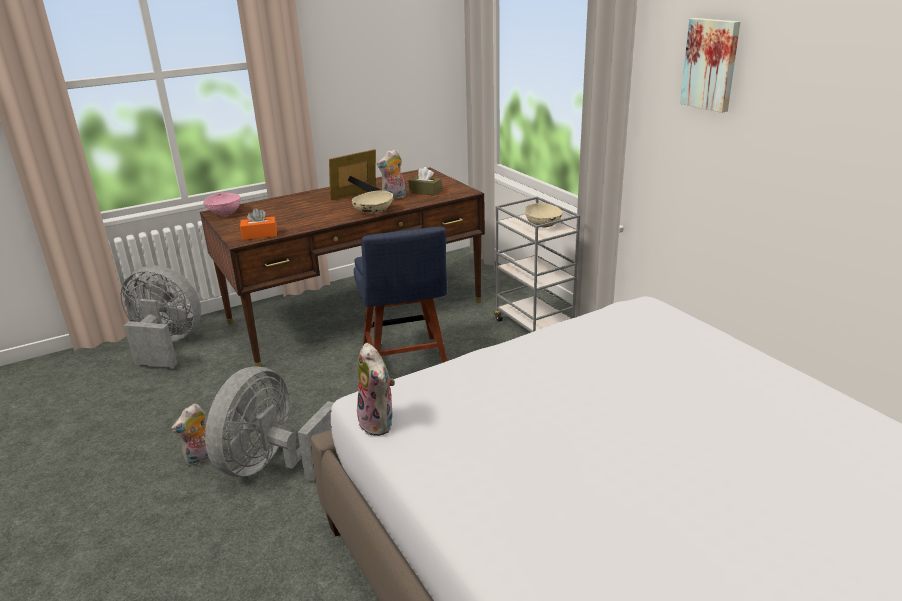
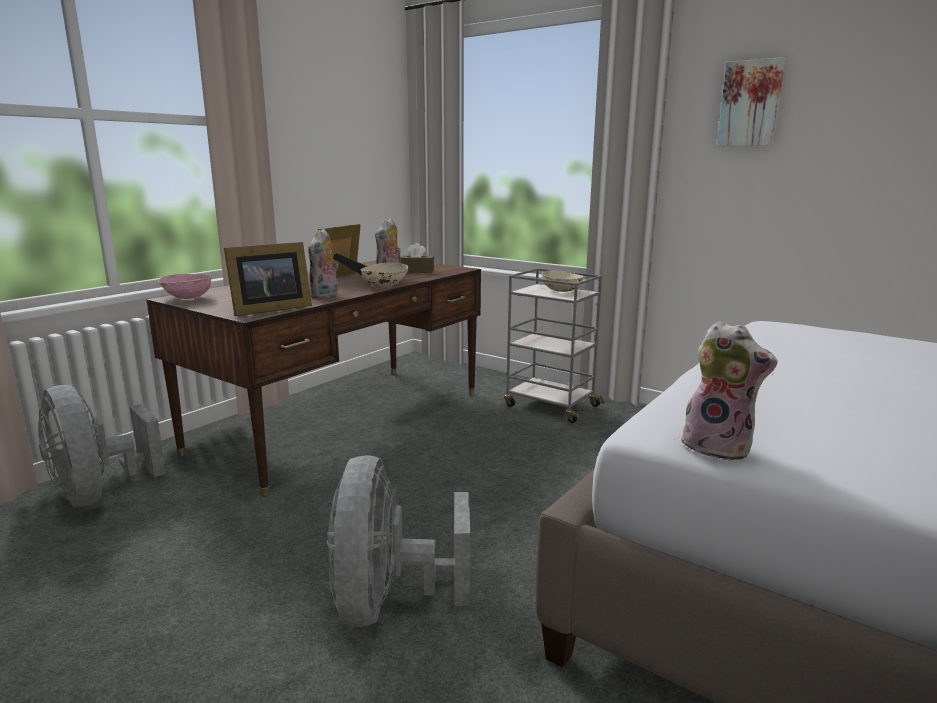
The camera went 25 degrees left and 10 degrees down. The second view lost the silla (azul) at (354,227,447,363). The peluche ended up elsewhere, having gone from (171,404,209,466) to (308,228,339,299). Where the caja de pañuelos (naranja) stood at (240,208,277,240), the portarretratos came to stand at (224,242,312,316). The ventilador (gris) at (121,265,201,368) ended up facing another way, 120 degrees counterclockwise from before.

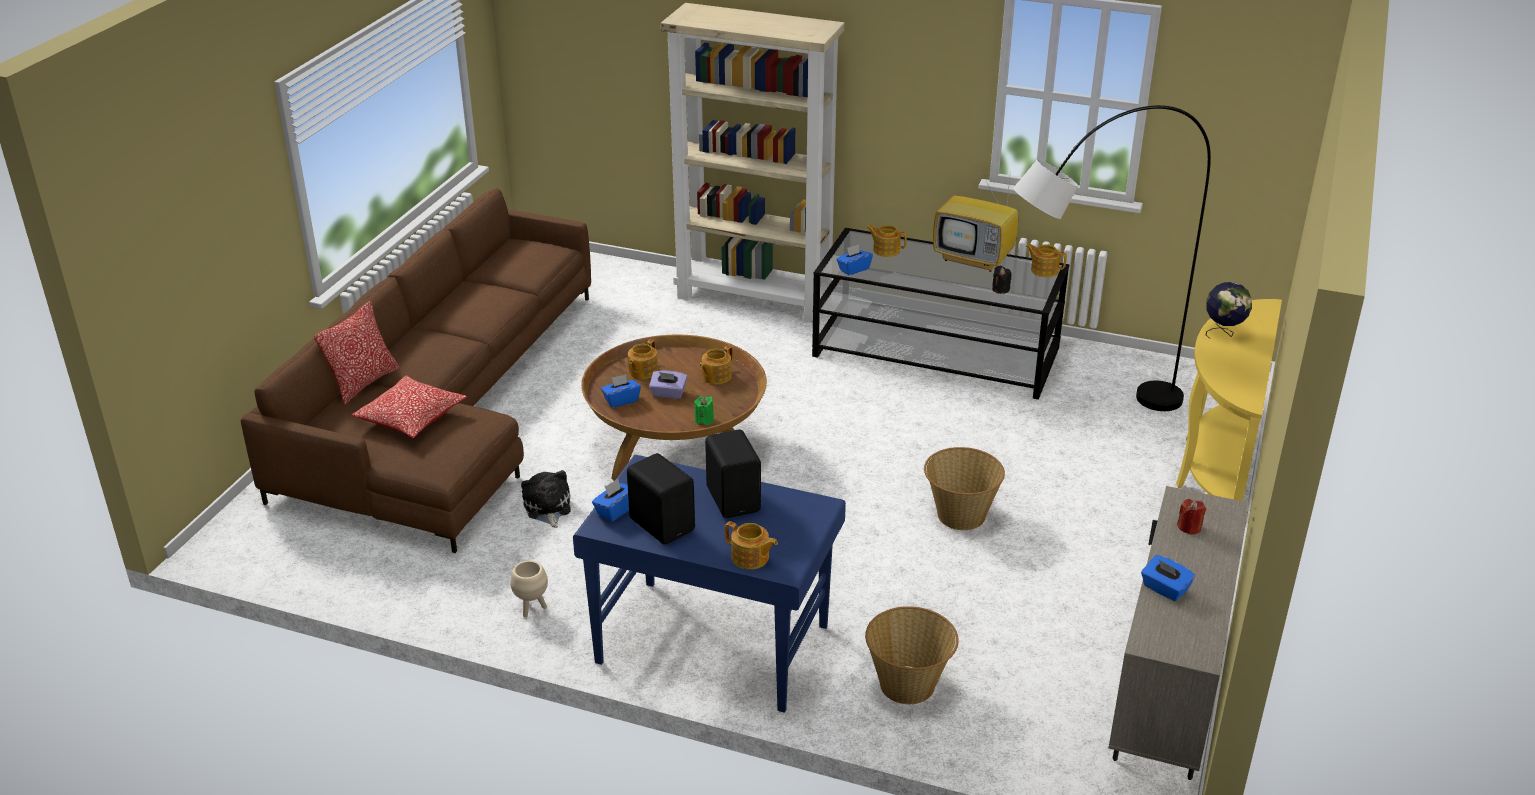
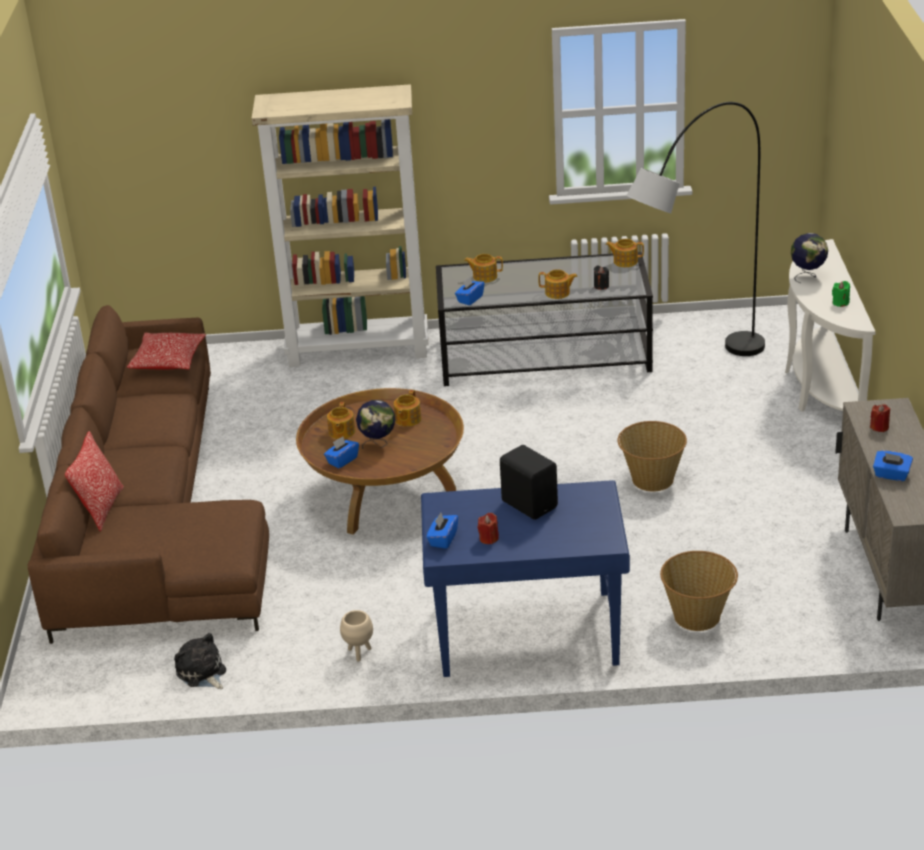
The camera went 20 degrees left and 0 degrees up. The second view lost the televisor at (933,169,1018,272). The cojín ended up elsewhere, having gone from (352,376,467,438) to (127,333,206,370). The peluche ended up elsewhere, having gone from (521,470,571,528) to (174,633,226,689). The vela (verde) ended up elsewhere, having gone from (694,396,714,425) to (832,281,850,307). The tetera ended up elsewhere, having gone from (725,521,778,569) to (538,269,578,299). Where the altavoz (negro) stood at (627,453,695,545), the vela (rojo) came to stand at (478,513,499,544). Where the caja de pañuelos (morado) stood at (649,371,687,399), the globo terráqueo came to stand at (356,400,395,449). What was the mesa consola (amarillo) at (1176,299,1282,501) turned into the mesa consola (blanco) at (785,239,876,411).

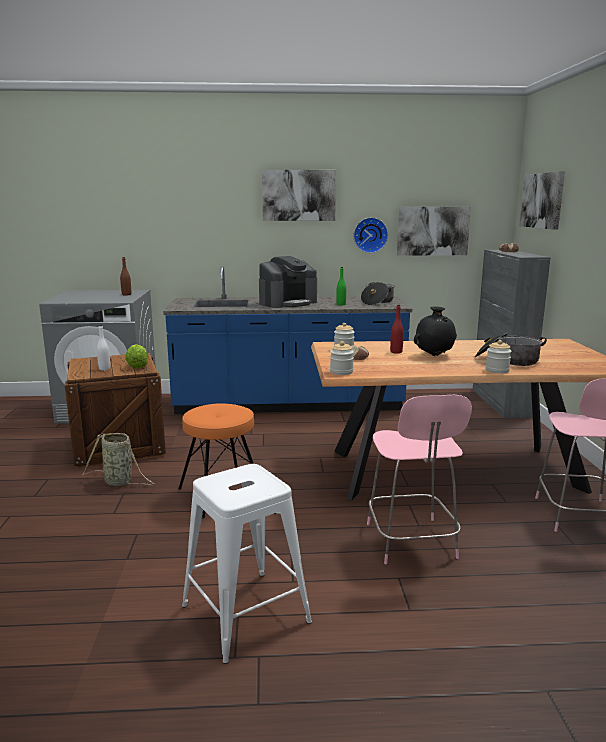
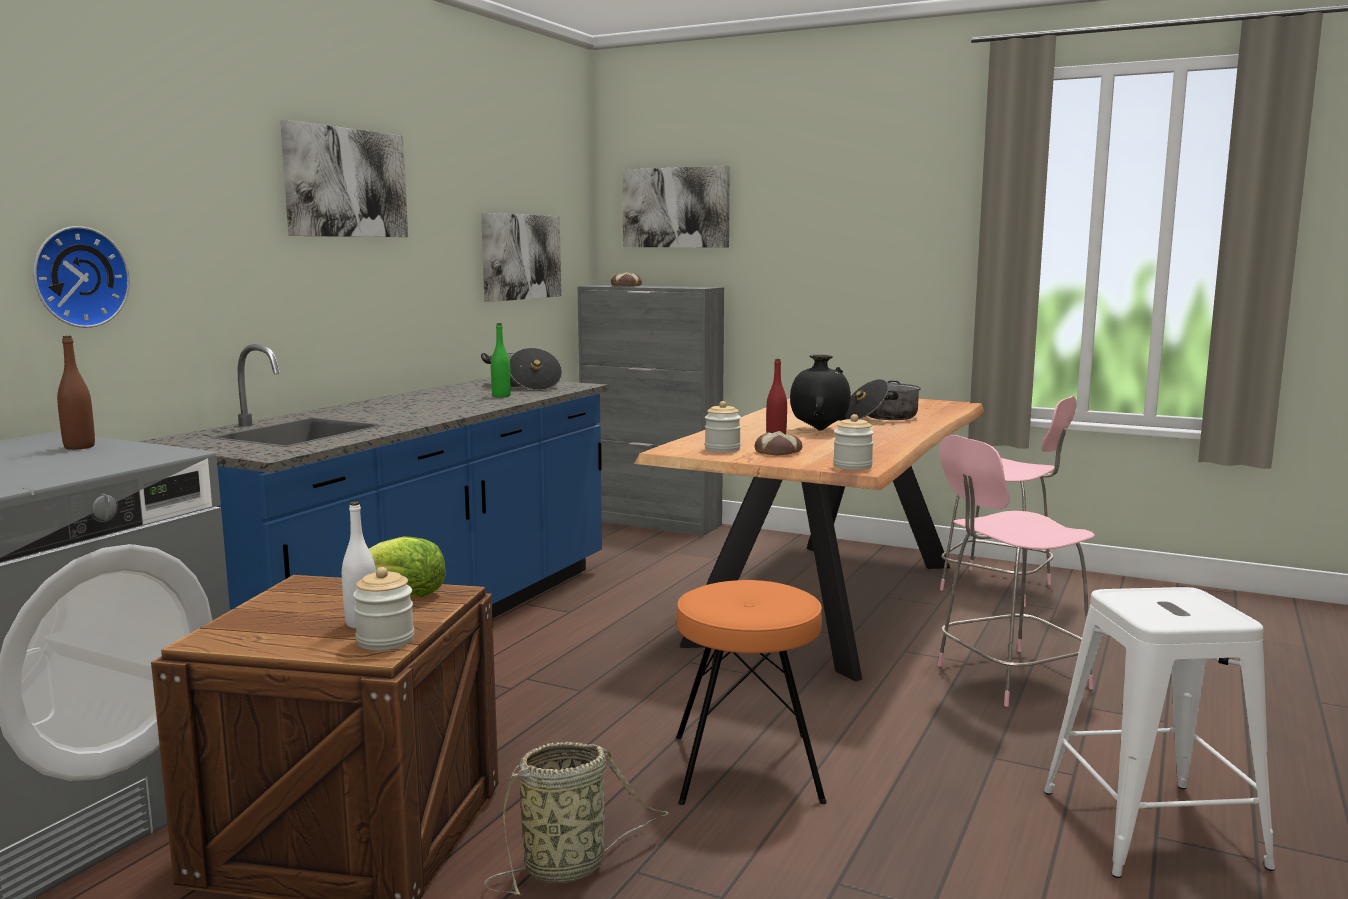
The camera went 60 degrees left and 5 degrees down. The second view lost the cafetera at (259,256,317,308). The reloj de pared ended up elsewhere, having gone from (353,217,388,253) to (33,226,130,328). The tarro ended up elsewhere, having gone from (486,340,512,373) to (353,567,414,651). The silla (rosa) at (367,395,472,564) ended up facing another way, 135 degrees clockwise from before.

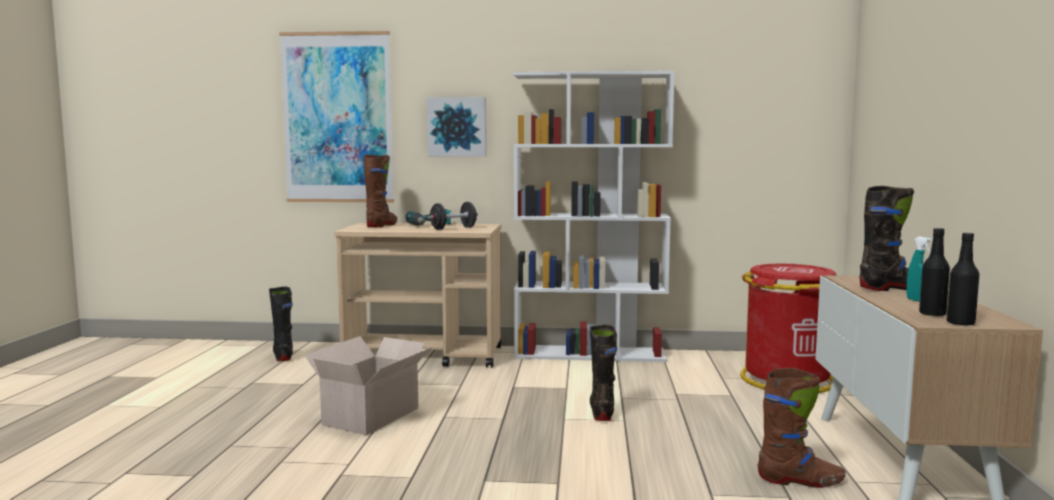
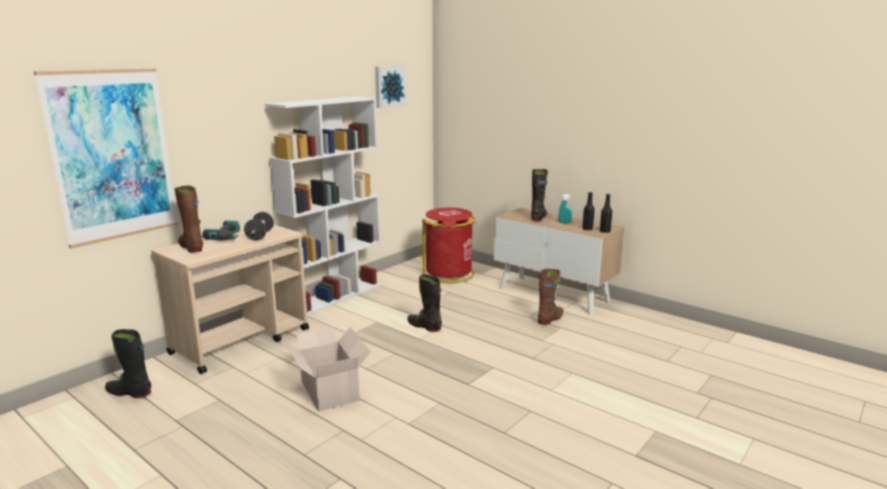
The camera went 55 degrees left and 10 degrees up. The cuadro ended up elsewhere, having gone from (427,97,486,156) to (375,66,407,108).

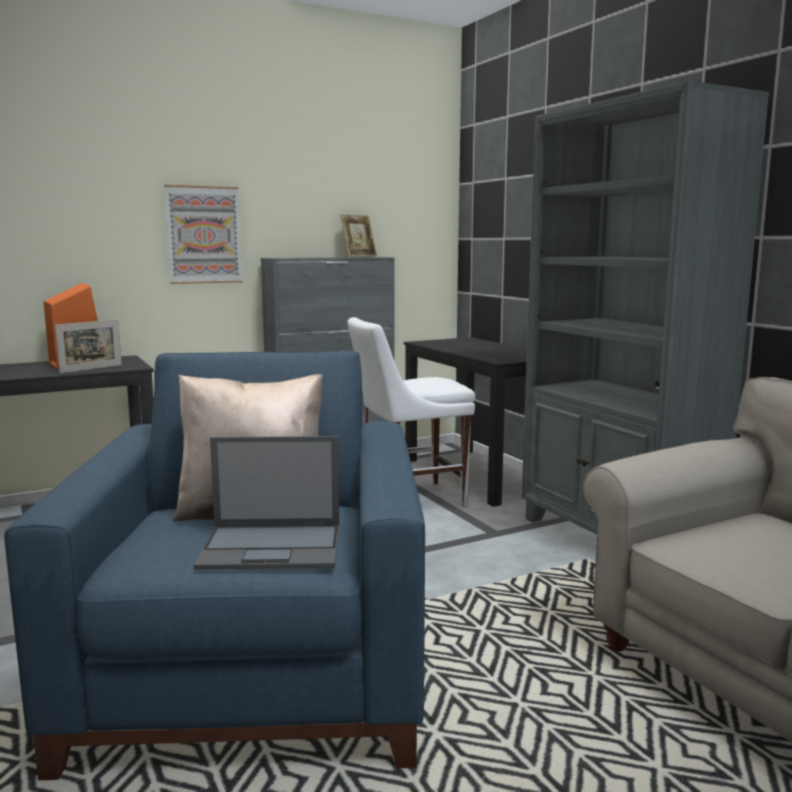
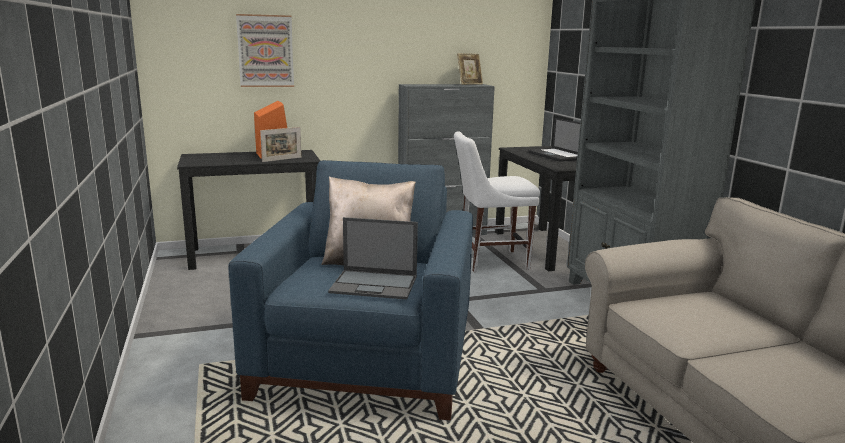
The camera went 10 degrees right and 5 degrees up. The second view gained the portátil at (528,118,580,162). The cuadro ended up elsewhere, having gone from (164,185,242,284) to (236,14,294,87).

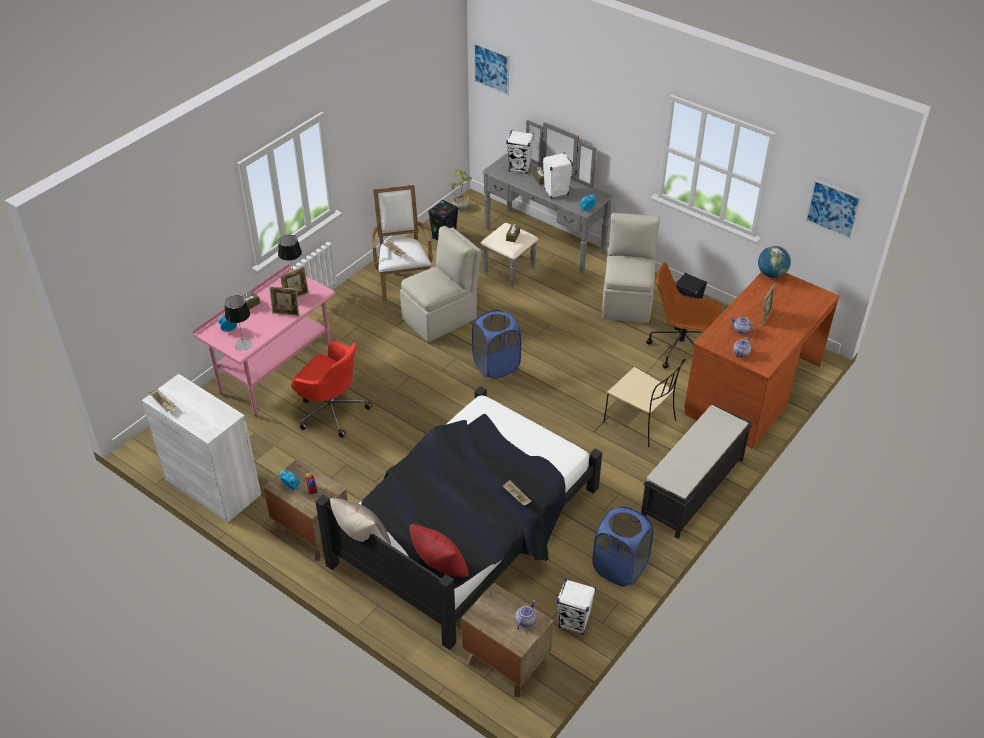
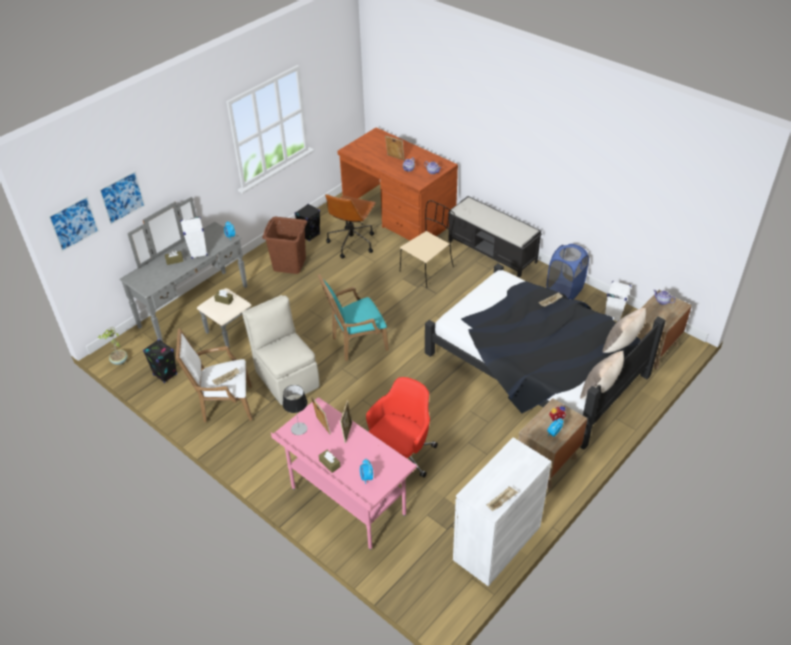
The camera went 85 degrees left and 0 degrees up. The second view lost the lámpara de mesa at (225,295,252,350). The second view lost the altavoz (blanco) at (506,130,534,174). The second view lost the globo terráqueo at (758,246,791,278). The cuadro ended up elsewhere, having gone from (805,180,862,239) to (98,170,145,225). Where the cesto de la ropa (azul) stood at (472,310,521,379), the sillón (turquesa) came to stand at (318,274,389,361). Where the silla (beis) stood at (602,213,660,323), the cesto de la ropa (marrón) came to stand at (262,217,307,274). What was the cojín (rojo) at (409,524,469,577) turned into the cojín (beis) at (603,308,646,353).

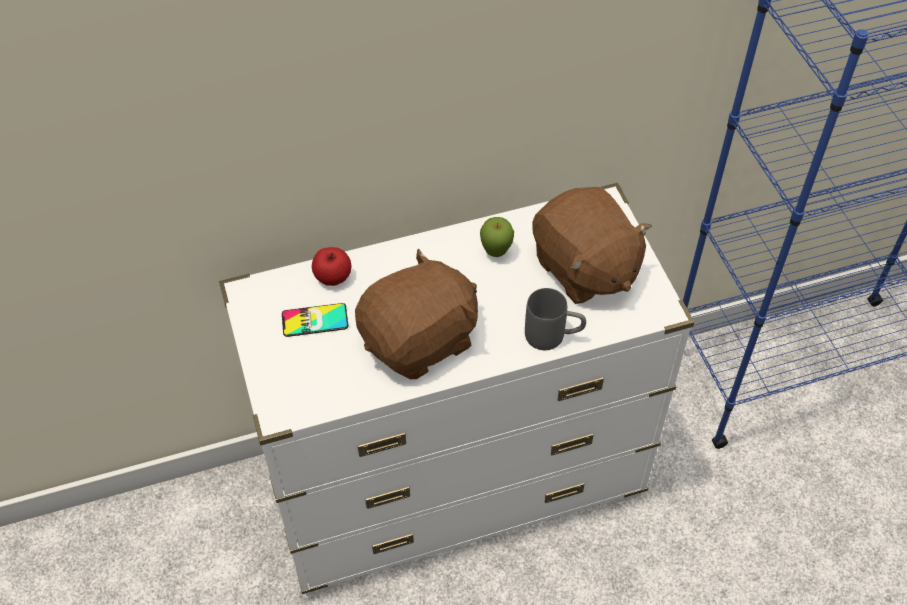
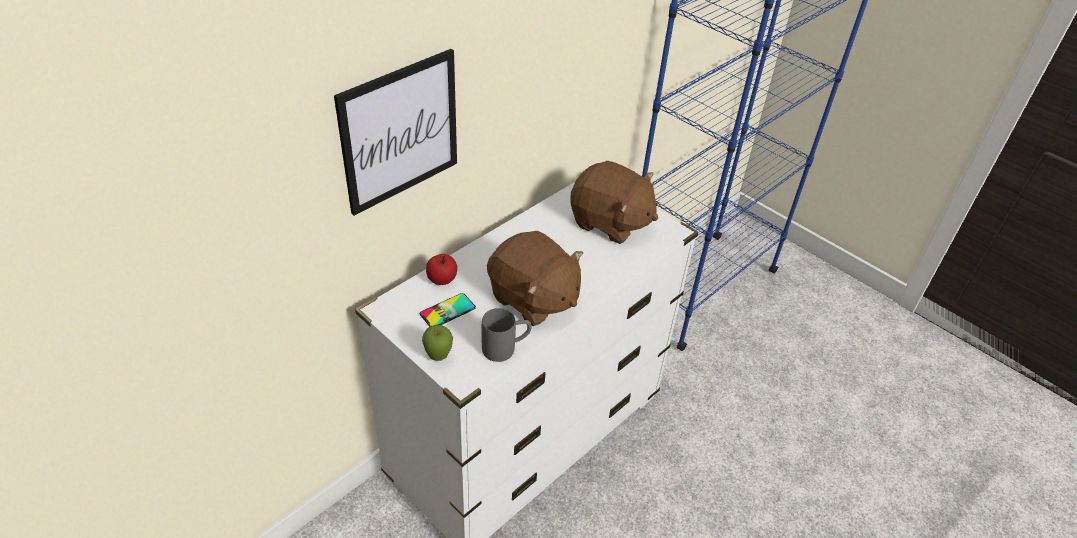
The camera went 30 degrees left and 10 degrees down. The second view gained the cuadro at (334,49,457,216). The manzana ended up elsewhere, having gone from (480,217,514,257) to (422,325,453,361). The taza grande (gris) ended up elsewhere, having gone from (525,288,586,350) to (481,308,531,362). The peluche (marrón) at (355,249,478,379) ended up facing another way, 105 degrees clockwise from before.

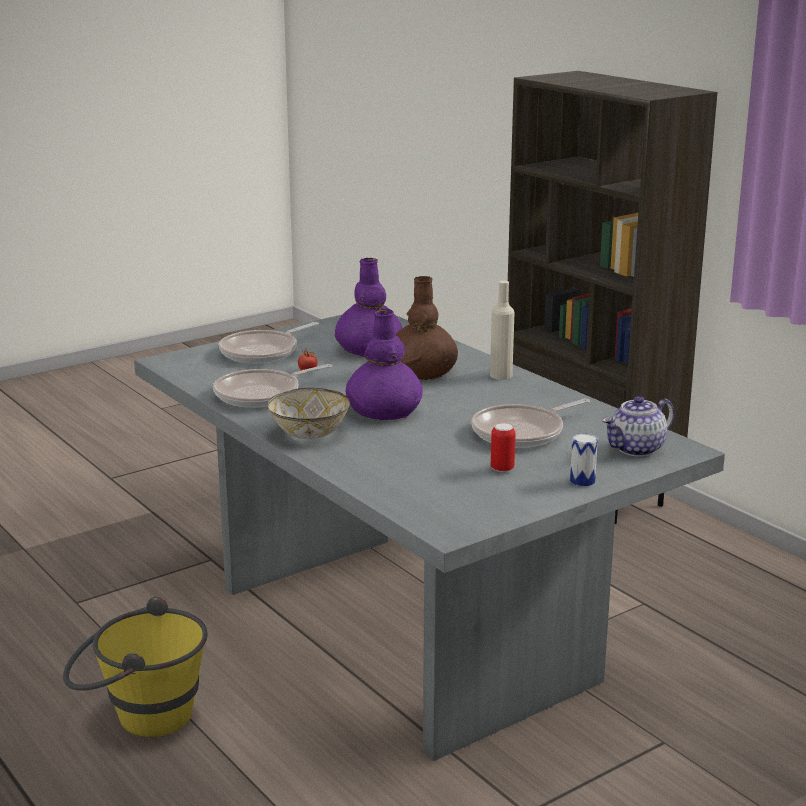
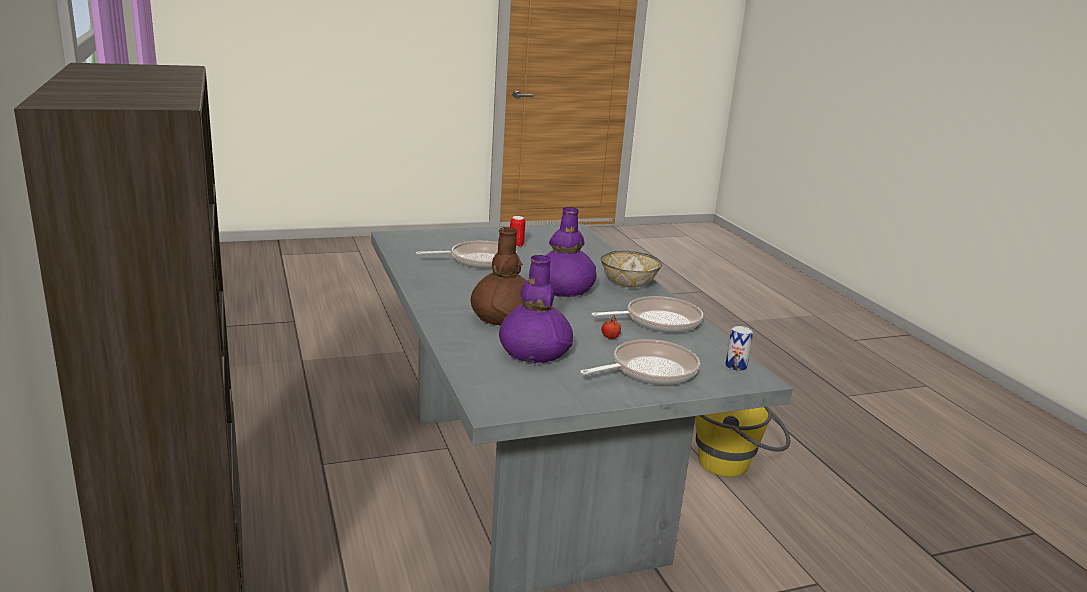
The camera went 165 degrees left and 0 degrees up. The second view lost the botella (beis) at (490,280,515,380). The second view lost the tetera at (602,396,674,457). The lata ended up elsewhere, having gone from (570,433,598,487) to (725,326,753,371).

